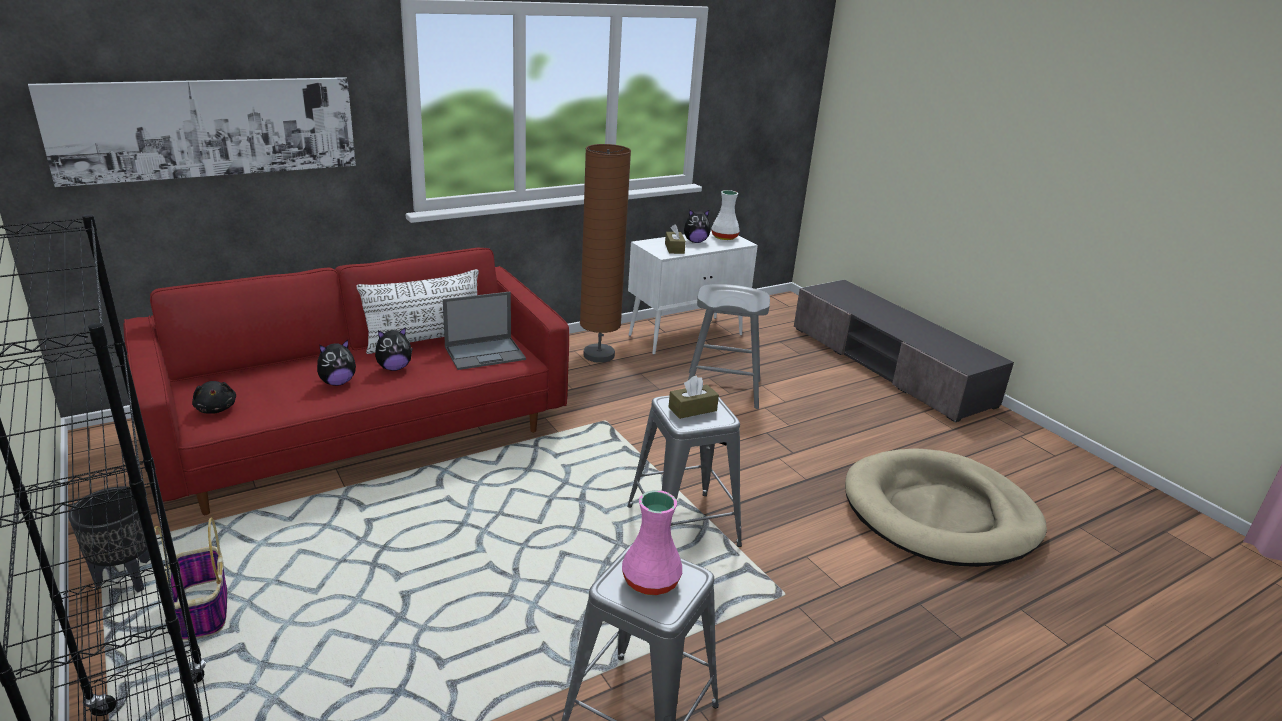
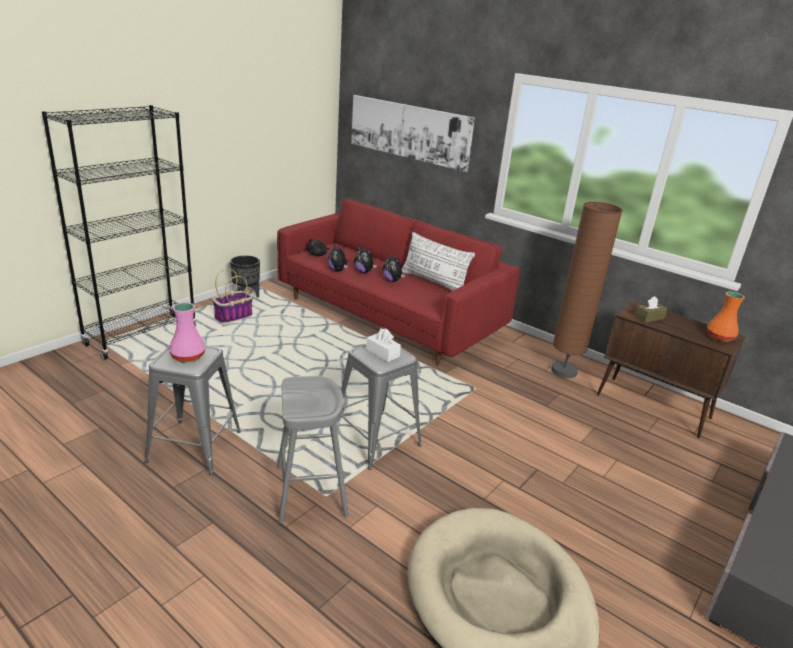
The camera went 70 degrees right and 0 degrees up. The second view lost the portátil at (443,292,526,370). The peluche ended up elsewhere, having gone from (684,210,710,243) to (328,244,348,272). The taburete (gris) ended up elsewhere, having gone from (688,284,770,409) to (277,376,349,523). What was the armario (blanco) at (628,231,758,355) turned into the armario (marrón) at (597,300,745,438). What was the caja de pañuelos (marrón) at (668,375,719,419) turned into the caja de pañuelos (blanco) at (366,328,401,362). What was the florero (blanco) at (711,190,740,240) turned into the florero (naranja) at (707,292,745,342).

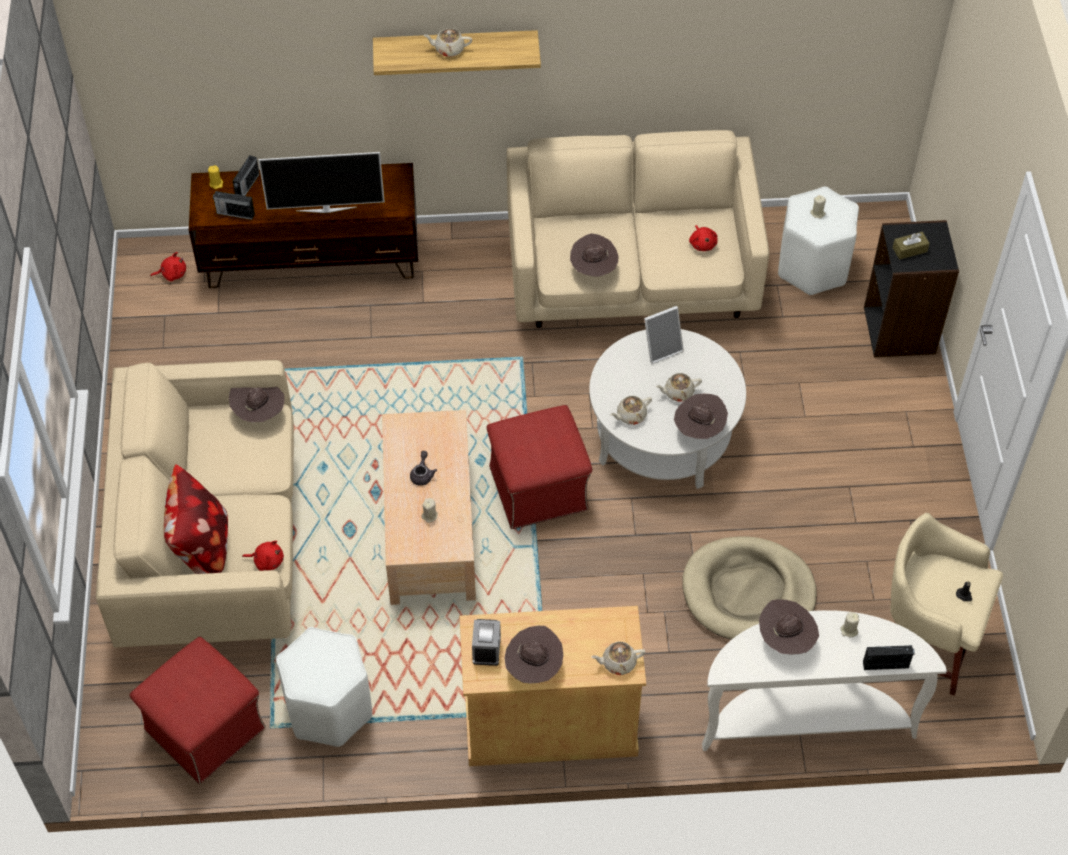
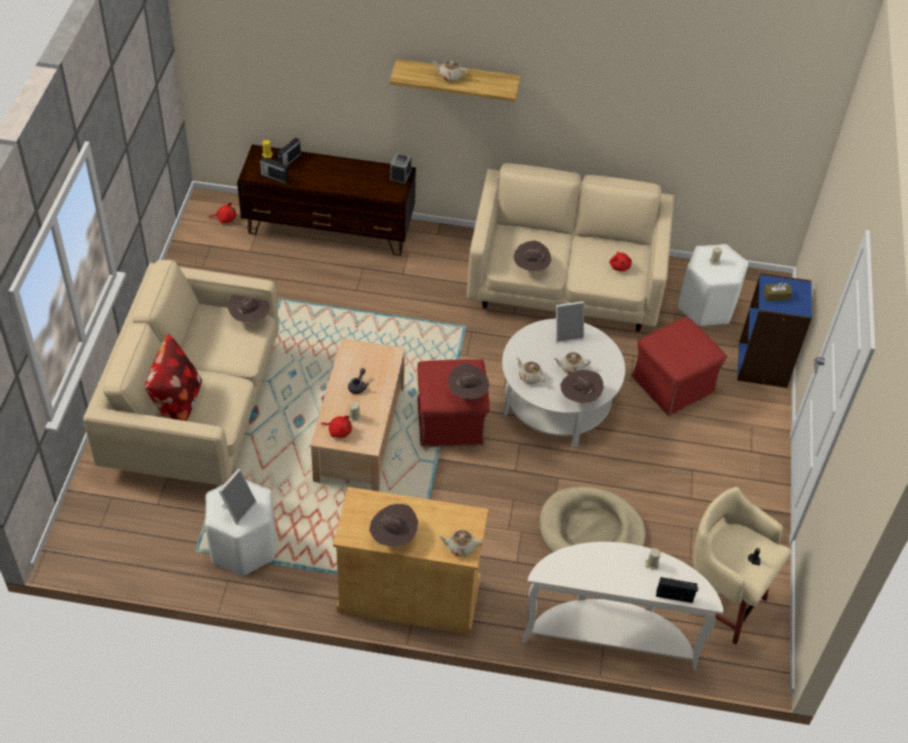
The camera went 10 degrees right and 5 degrees down. The second view lost the televisor at (258,152,385,213). The second view gained the portarretratos at (219,469,257,525). The puf (rojo) ended up elsewhere, having gone from (130,637,266,784) to (632,317,727,416). The peluche (rojo) ended up elsewhere, having gone from (242,541,284,571) to (321,416,352,438). The despertador ended up elsewhere, having gone from (472,619,501,666) to (390,152,412,184). The sombrero (marrón) ended up elsewhere, having gone from (759,599,819,655) to (448,363,489,399). What was the estantería (negro) at (864,220,959,357) turned into the estantería (azul) at (737,273,812,388). The tetera (beis) at (610,396,652,425) ended up facing another way, 60 degrees clockwise from before.

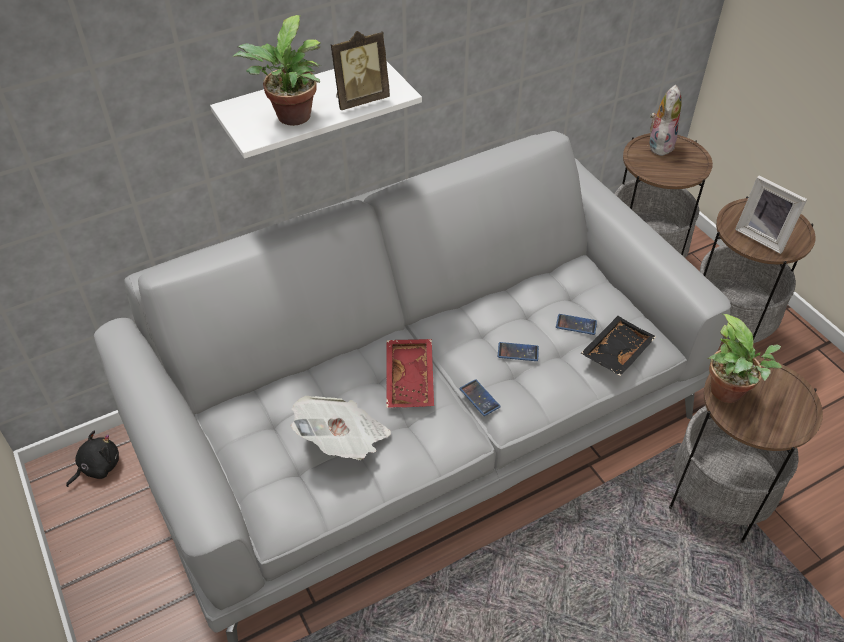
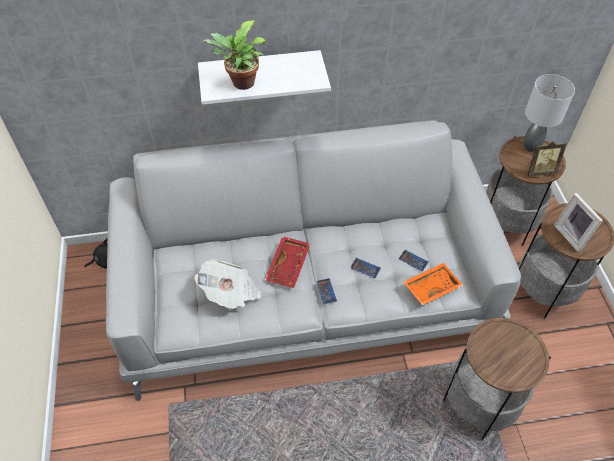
The camera went 20 degrees right and 5 degrees up. The second view lost the planta en maceta at (708,314,782,403). The portarretratos ended up elsewhere, having gone from (331,31,390,110) to (527,142,567,177). Where the peluche stood at (649,85,682,156), the lámpara de mesa (gris) came to stand at (524,74,575,151). What was the bandeja (negro) at (581,316,656,376) turned into the bandeja (naranja) at (403,263,463,305).

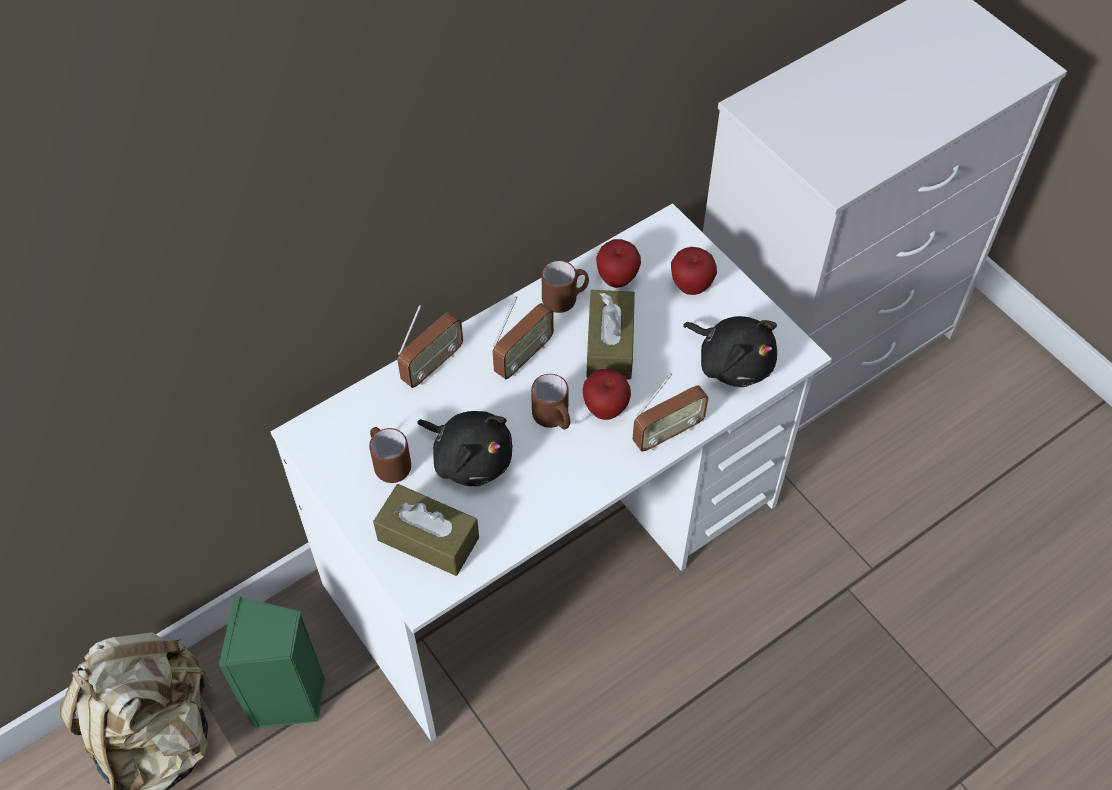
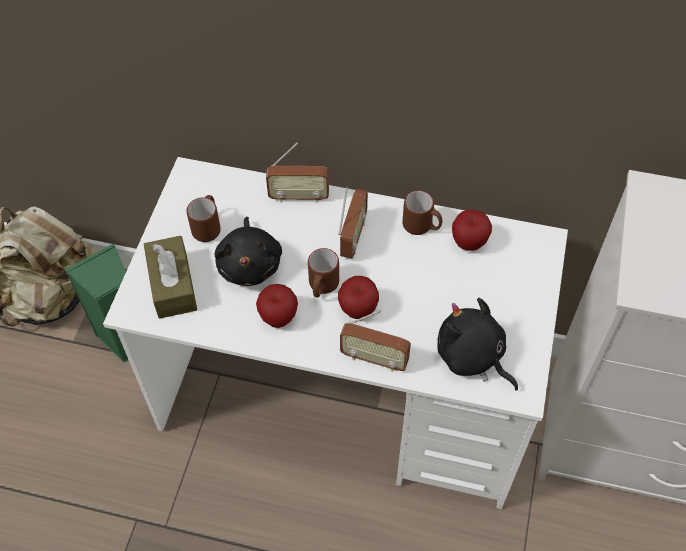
The camera went 50 degrees right and 0 degrees up. The second view lost the caja de pañuelos (marrón) at (586,290,635,380). The manzana ended up elsewhere, having gone from (671,247,717,295) to (256,284,298,328). The radio at (493,296,554,379) ended up facing another way, 75 degrees counterclockwise from before. The peluche (negro) at (683,316,777,387) ended up facing another way, 135 degrees clockwise from before.

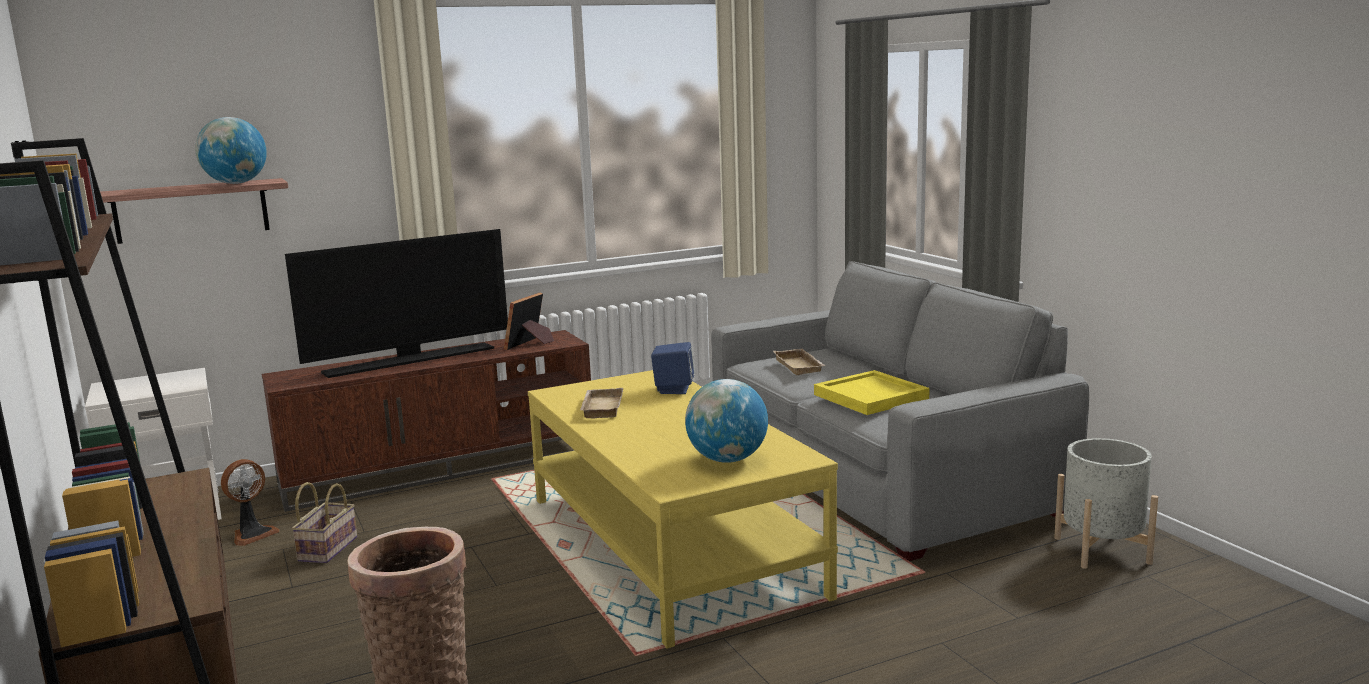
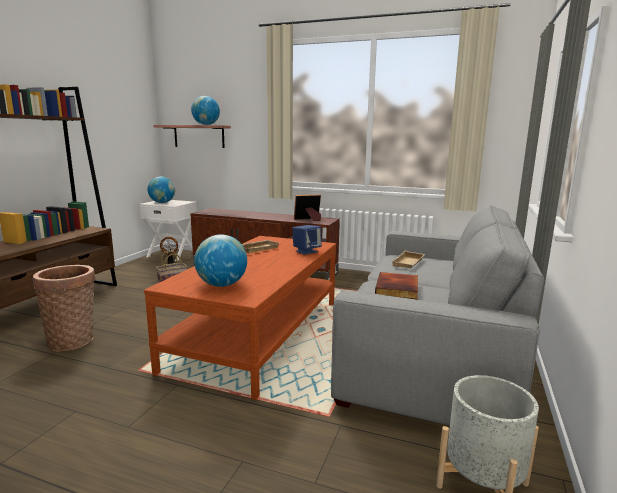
The camera went 45 degrees right and 0 degrees up. The second view lost the televisor at (285,229,508,378). The second view gained the globo terráqueo at (148,177,175,203). Where the bandeja (amarillo) stood at (814,370,930,415), the libro came to stand at (375,272,418,300). What was the mesa de centro (amarillo) at (528,370,838,649) turned into the mesa de centro (marrón) at (144,236,336,400).

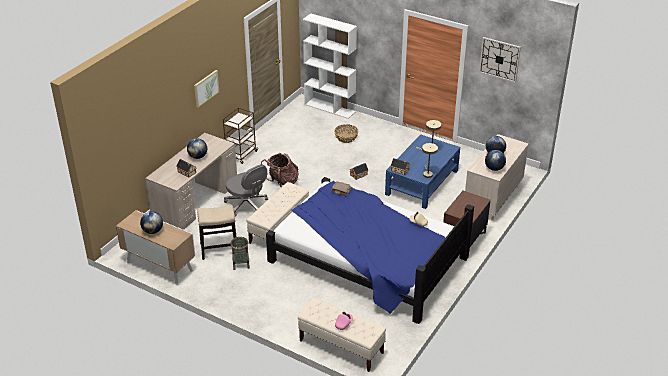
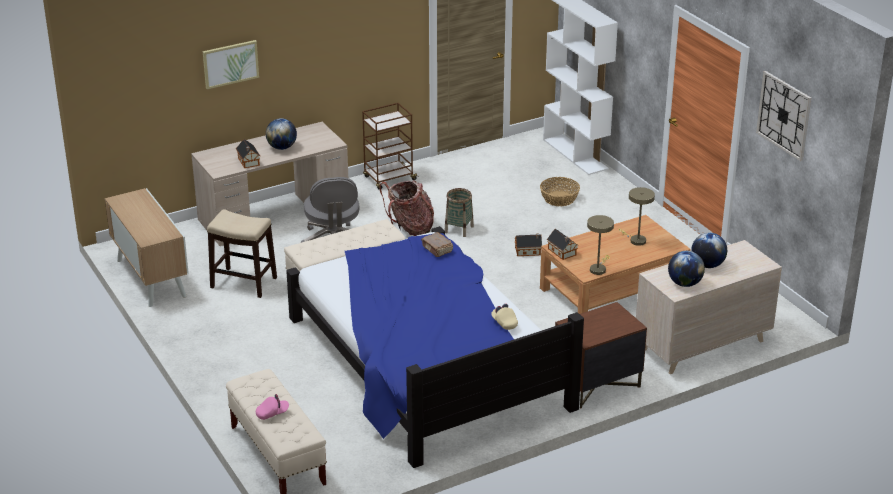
The camera went 30 degrees right and 5 degrees down. The second view lost the globo terráqueo at (140,211,163,234). The cuadro ended up elsewhere, having gone from (194,70,219,108) to (203,40,259,89). The cesta ended up elsewhere, having gone from (231,237,250,270) to (444,188,474,237). What was the mesa de centro (azul) at (385,134,460,209) turned into the mesa de centro (marrón) at (540,215,691,314).

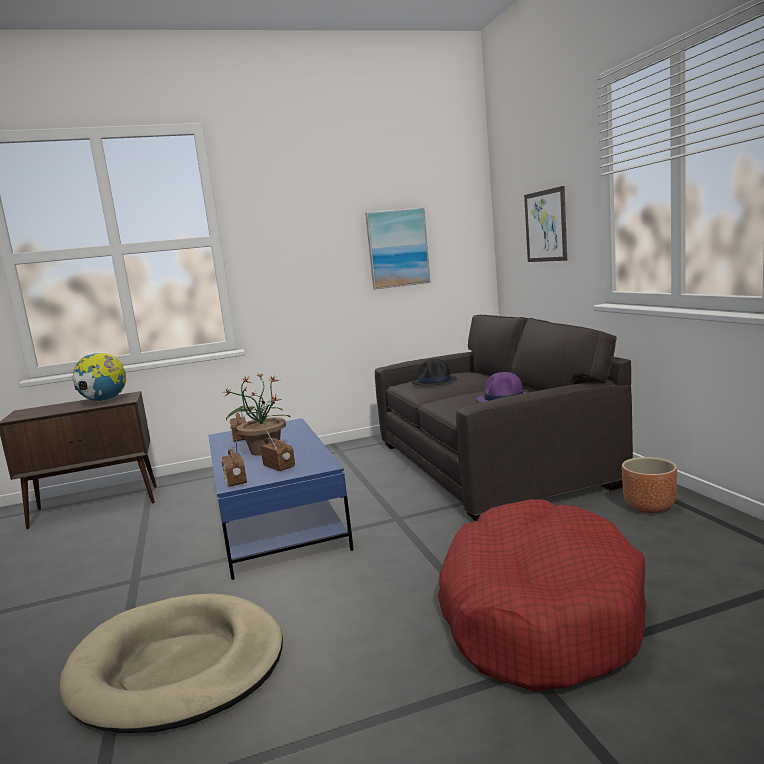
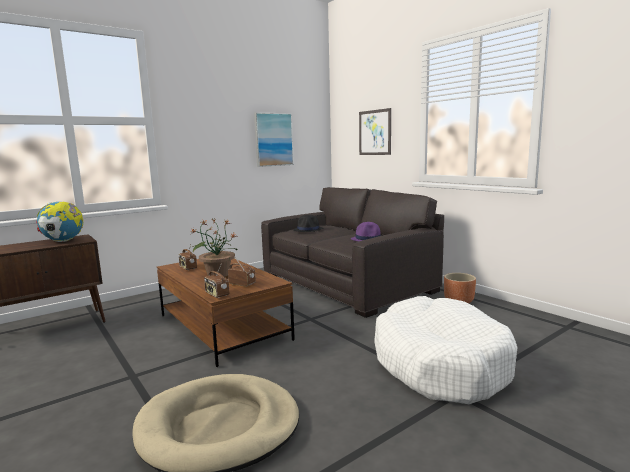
The camera went 20 degrees left and 0 degrees up. What was the mesa de centro (azul) at (208,418,354,580) turned into the mesa de centro (marrón) at (157,259,295,367). What was the cama para perro (rojo) at (438,499,646,692) turned into the cama para perro (blanco) at (374,296,518,404).

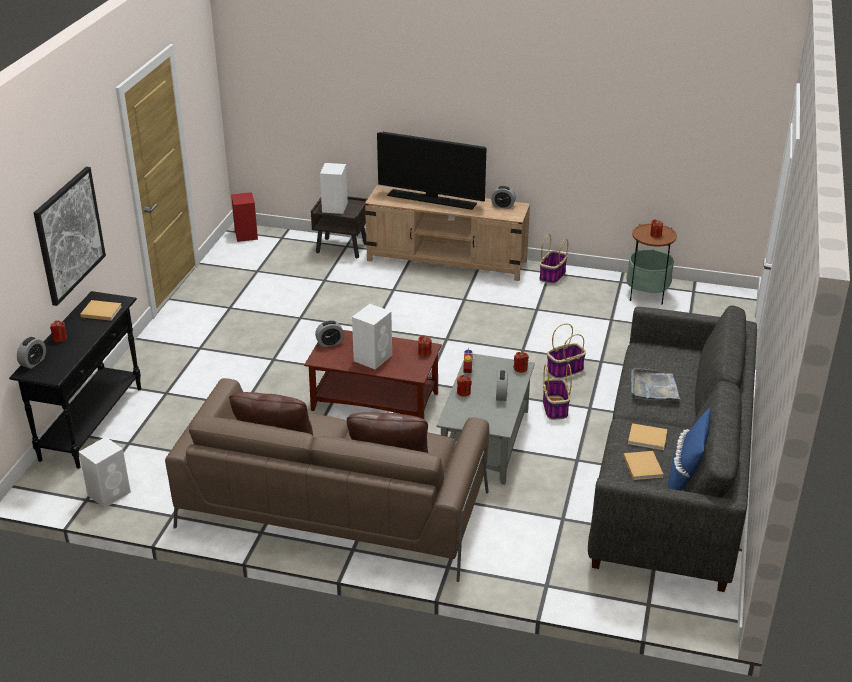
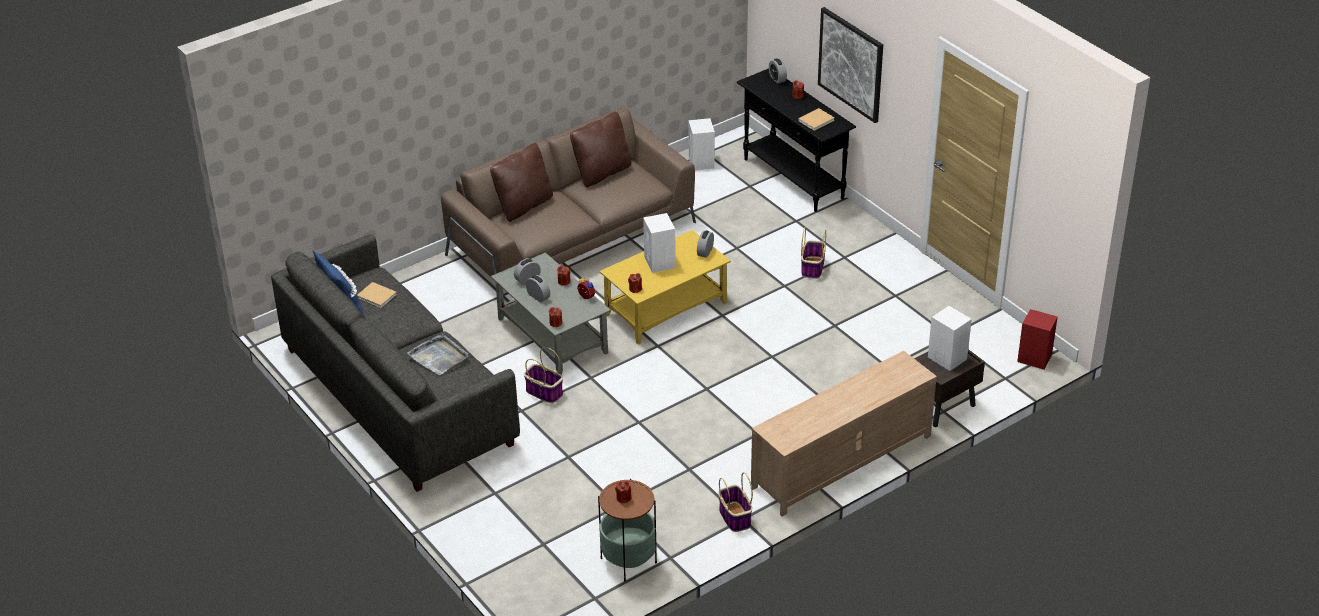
The camera went 130 degrees right and 5 degrees up. The second view lost the televisor at (377,132,487,210). The second view lost the libro (beis) at (628,423,667,450). The despertador ended up elsewhere, having gone from (491,186,516,209) to (514,258,541,285). The cesta ended up elsewhere, having gone from (546,323,586,379) to (801,227,826,279). What was the mesa de centro (marrón) at (304,330,442,419) turned into the mesa de centro (amarillo) at (599,230,731,345).

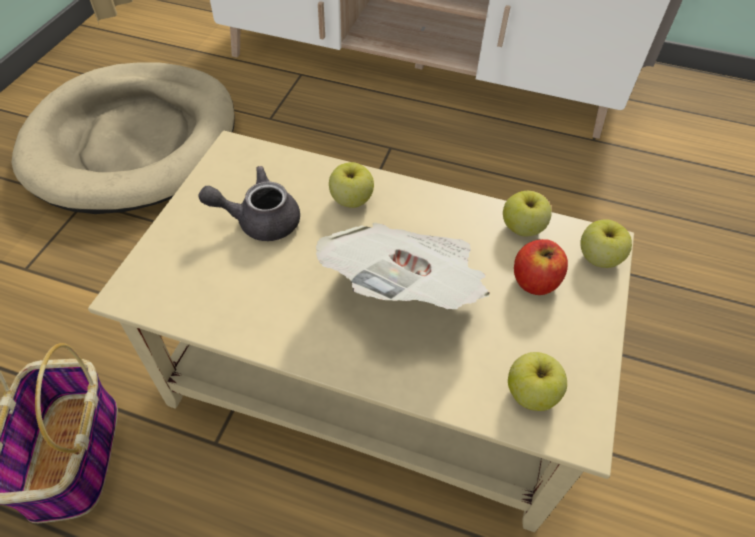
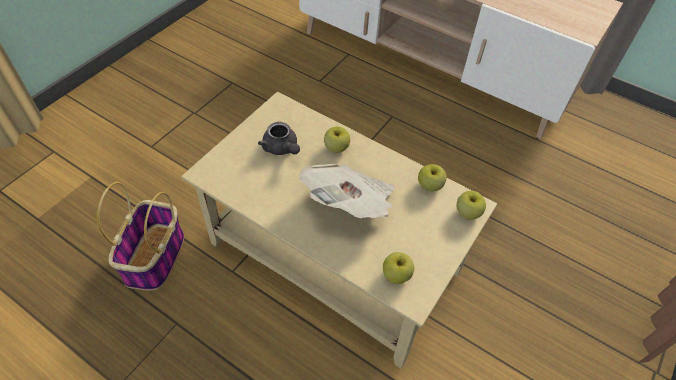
The camera went 15 degrees right and 0 degrees up. The second view lost the cama para perro (beis) at (11,62,235,214). The second view lost the manzana at (514,239,568,295). The tetera (gris) at (199,166,300,241) ended up facing another way, 135 degrees counterclockwise from before.

